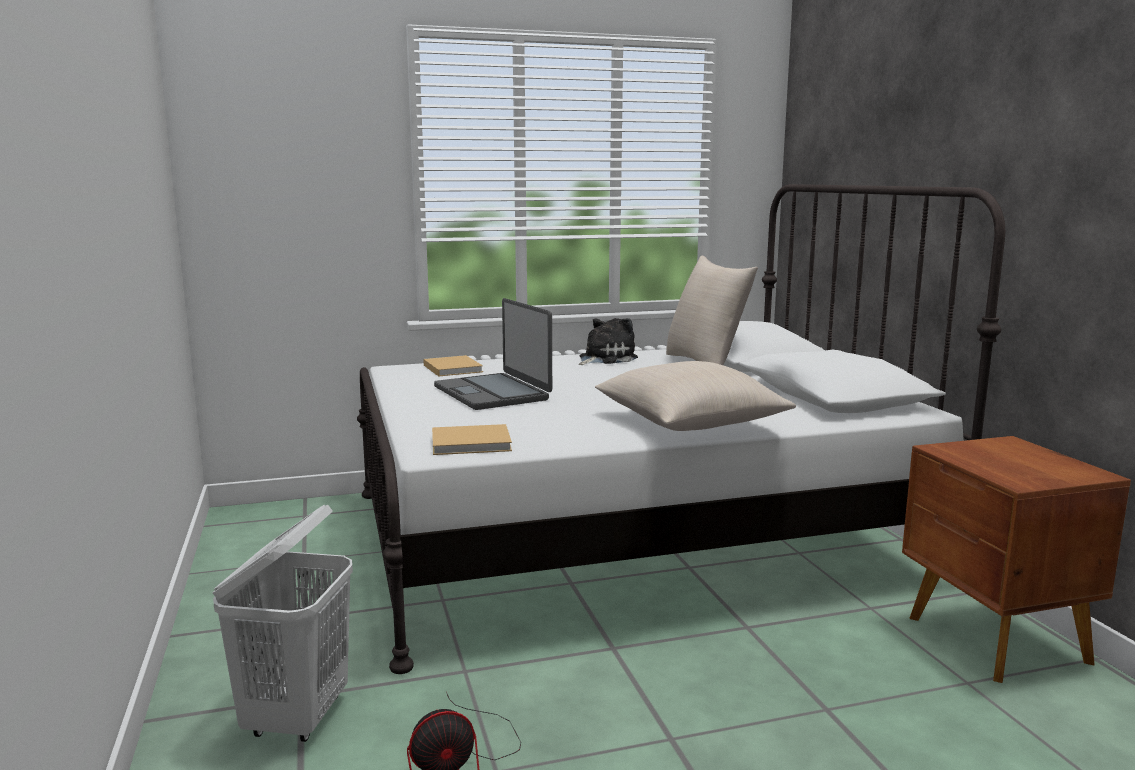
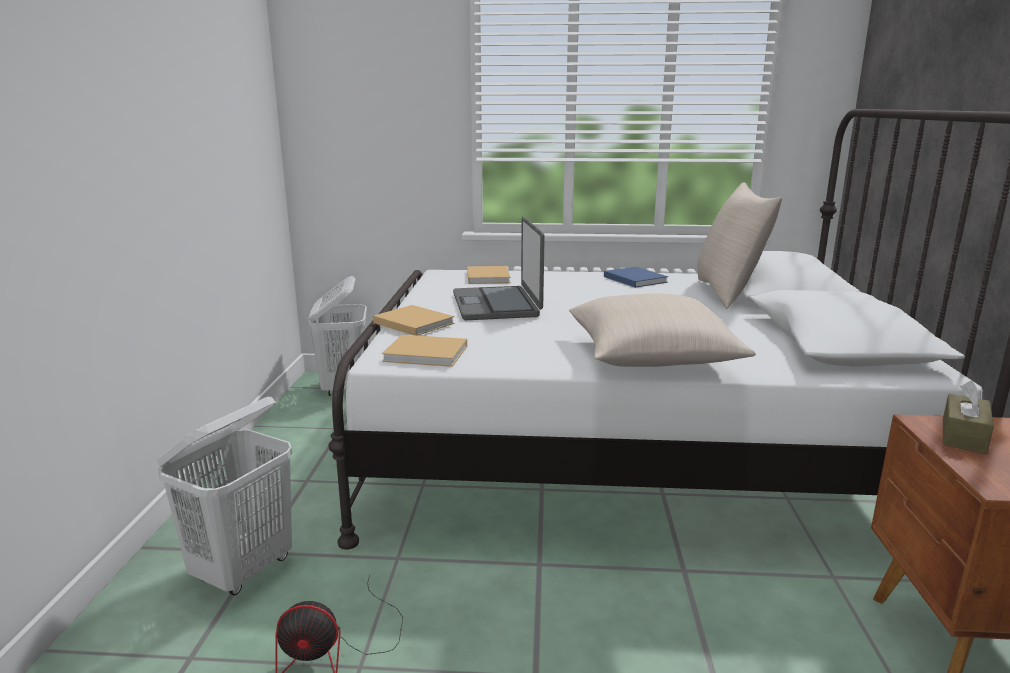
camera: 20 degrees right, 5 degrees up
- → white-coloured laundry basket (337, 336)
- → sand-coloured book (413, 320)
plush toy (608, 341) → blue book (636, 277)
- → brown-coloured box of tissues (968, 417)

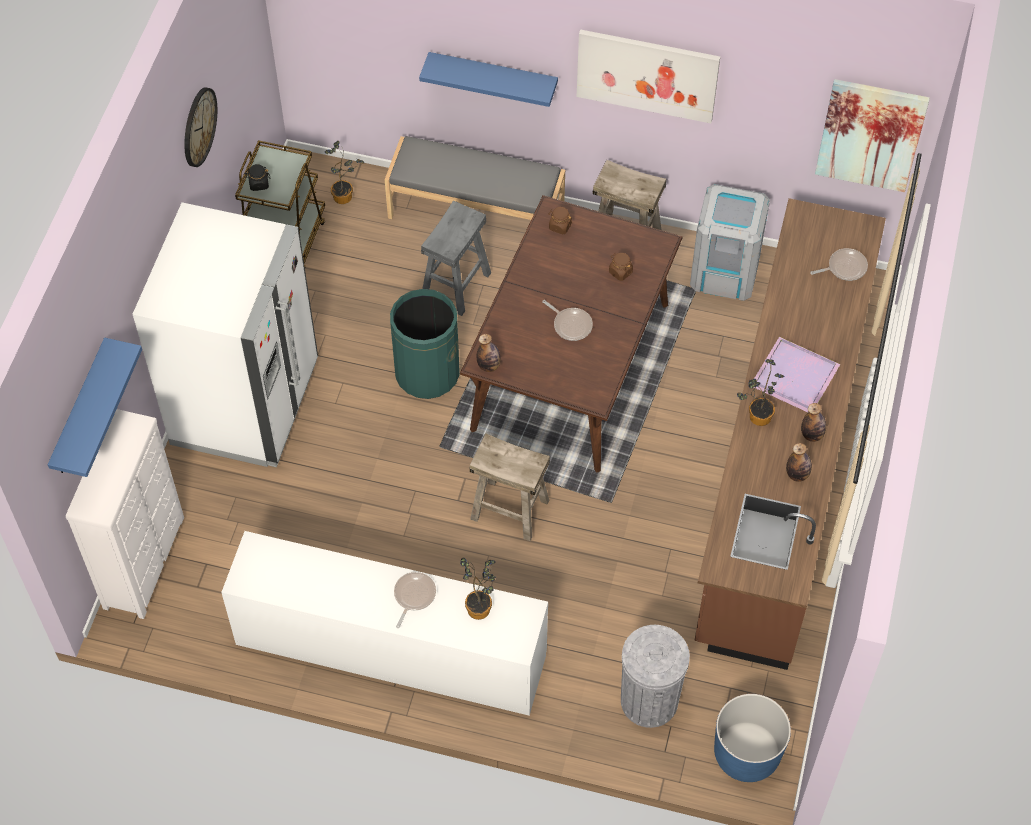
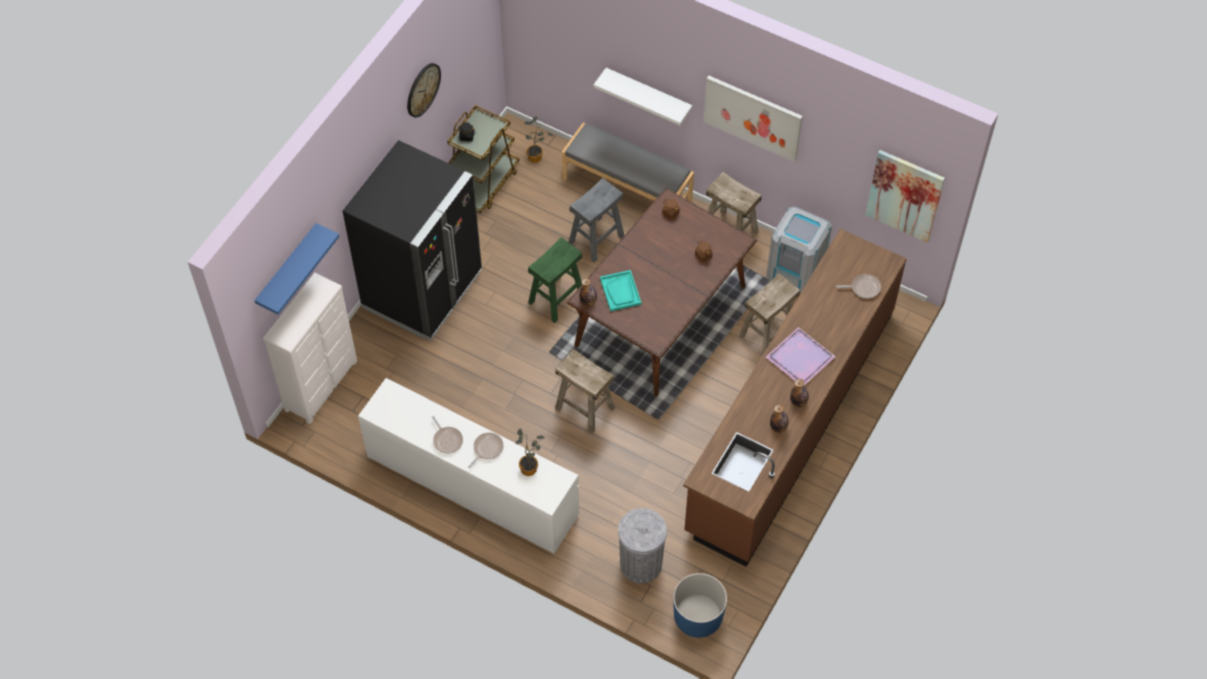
camera: 15 degrees right, 0 degrees up
white-coloured refrigerator (225, 334) → black refrigerator (412, 240)
frying pan (567, 320) → frying pan (447, 435), shifted
green-coloured waste bin (425, 344) → green-coloured sitting stool (555, 280)
blue bracket shelf (488, 79) → white-coloured bracket shelf (643, 96)
- → turquoise tray (620, 291)
- → sand-coloured sitting stool (769, 314)
potted plant (760, 392) → -

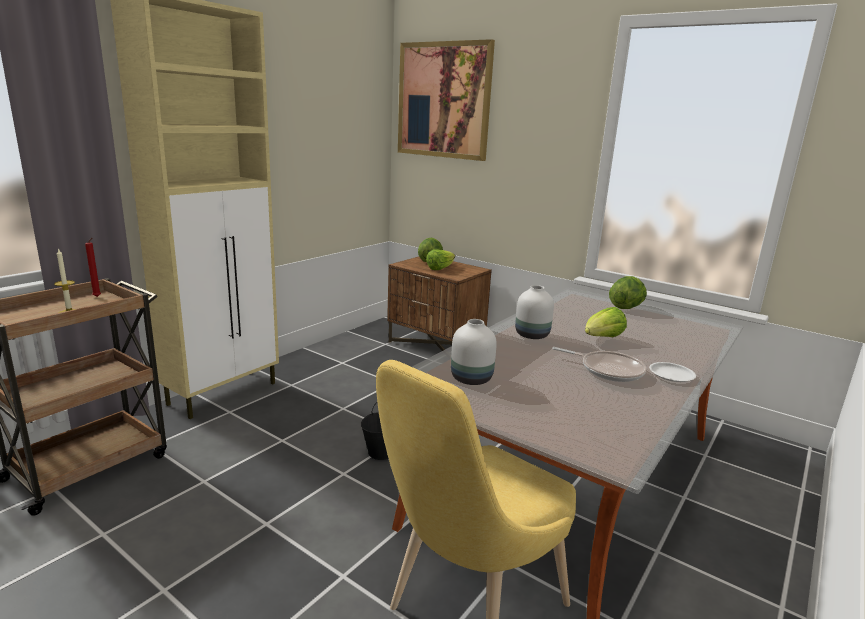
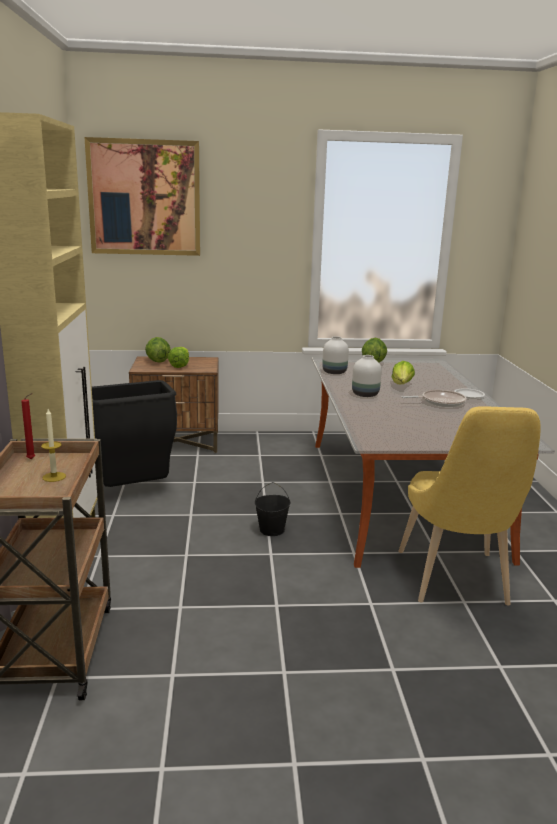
camera: 40 degrees left, 0 degrees up
- → black waste bin (134, 433)
white-coloured vase (474, 352) → white-coloured vase (335, 355), shifted

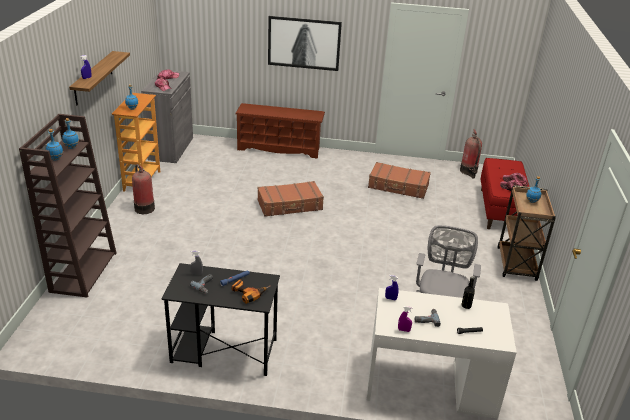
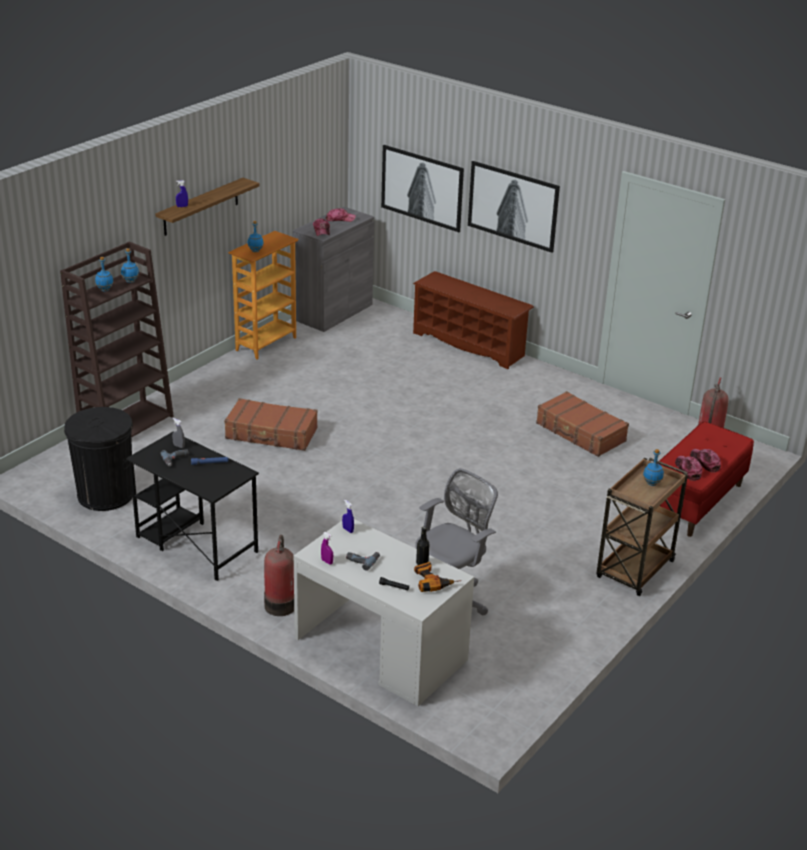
camera: 30 degrees right, 0 degrees up
- → black waste bin (98, 459)
brown-coloured piece of luggage (290, 199) → brown-coloured piece of luggage (271, 424), shifted
fire extinguisher (143, 189) → fire extinguisher (279, 575), shifted
- → wall picture (422, 188)
electric drill (251, 291) → electric drill (437, 577), shifted

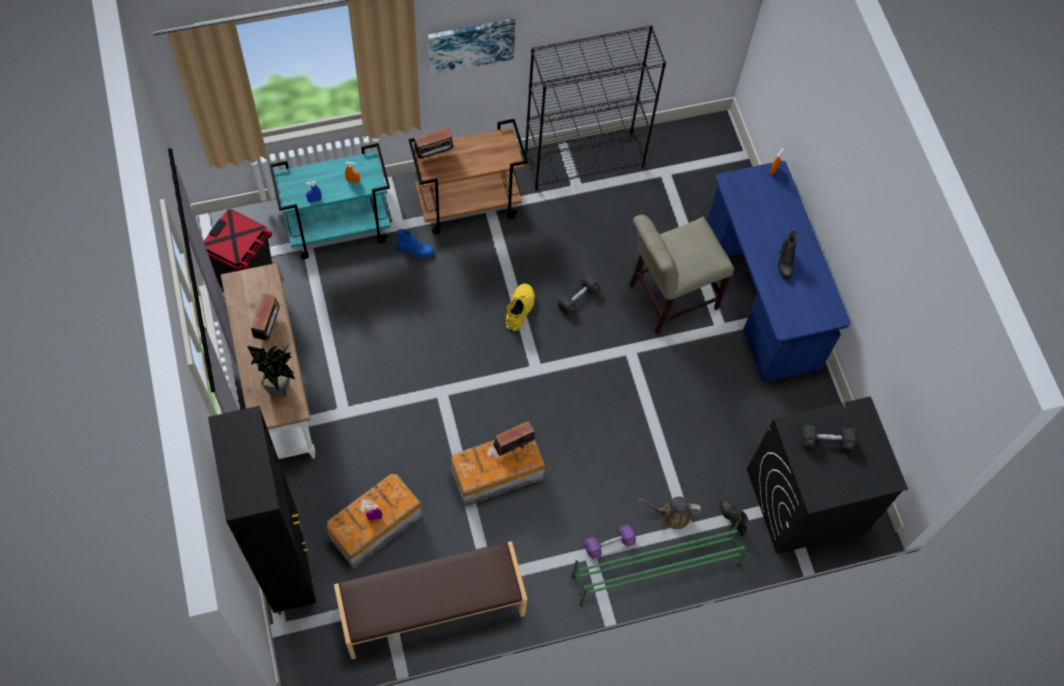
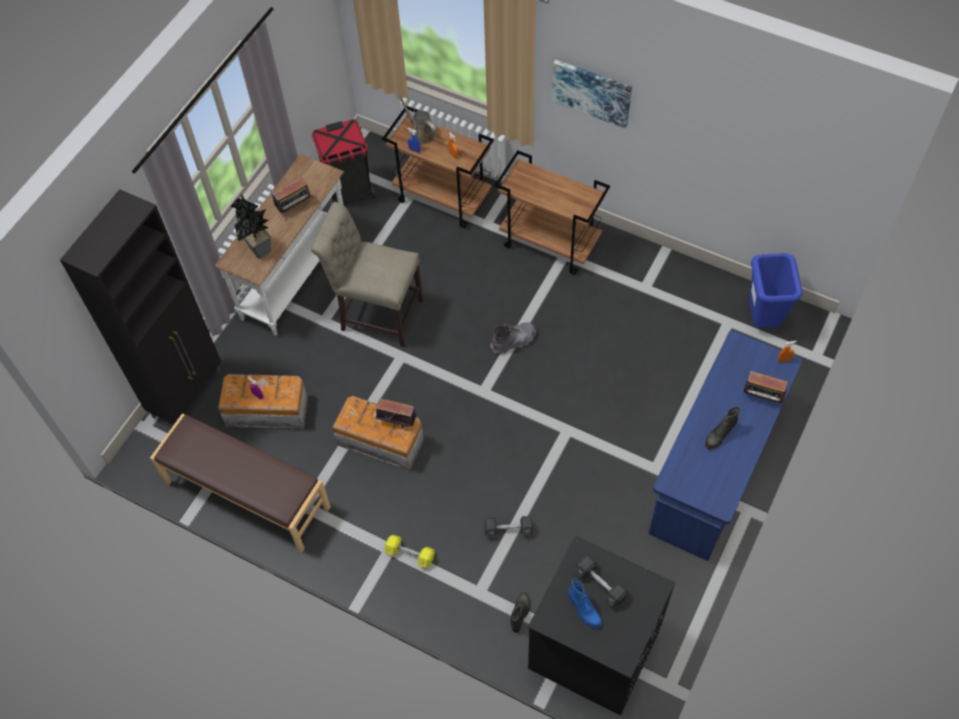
camera: 50 degrees right, 5 degrees down
sand-coloured chair (681, 274) → sand-coloured chair (367, 274), shifted
turquoise trolley (330, 201) → brown-coloured trolley (438, 167)
purplish hand weight (610, 542) → yellow-coloured hand weight (410, 551)
brown-coloured watering pot (670, 512) → brown-coloured watering pot (416, 118), shifted
black hand weight (578, 295) → black hand weight (508, 527), shifted
yellow-coloured tall boot (520, 307) → greyish tall boot (513, 338)
blue tall boot (415, 243) → blue tall boot (585, 603), shifted
radio set (434, 143) → radio set (766, 387), shifted
- → blue waste bin (775, 290)
black shelving unit (595, 107) → -
green-coloured shoe shelf (661, 563) → -

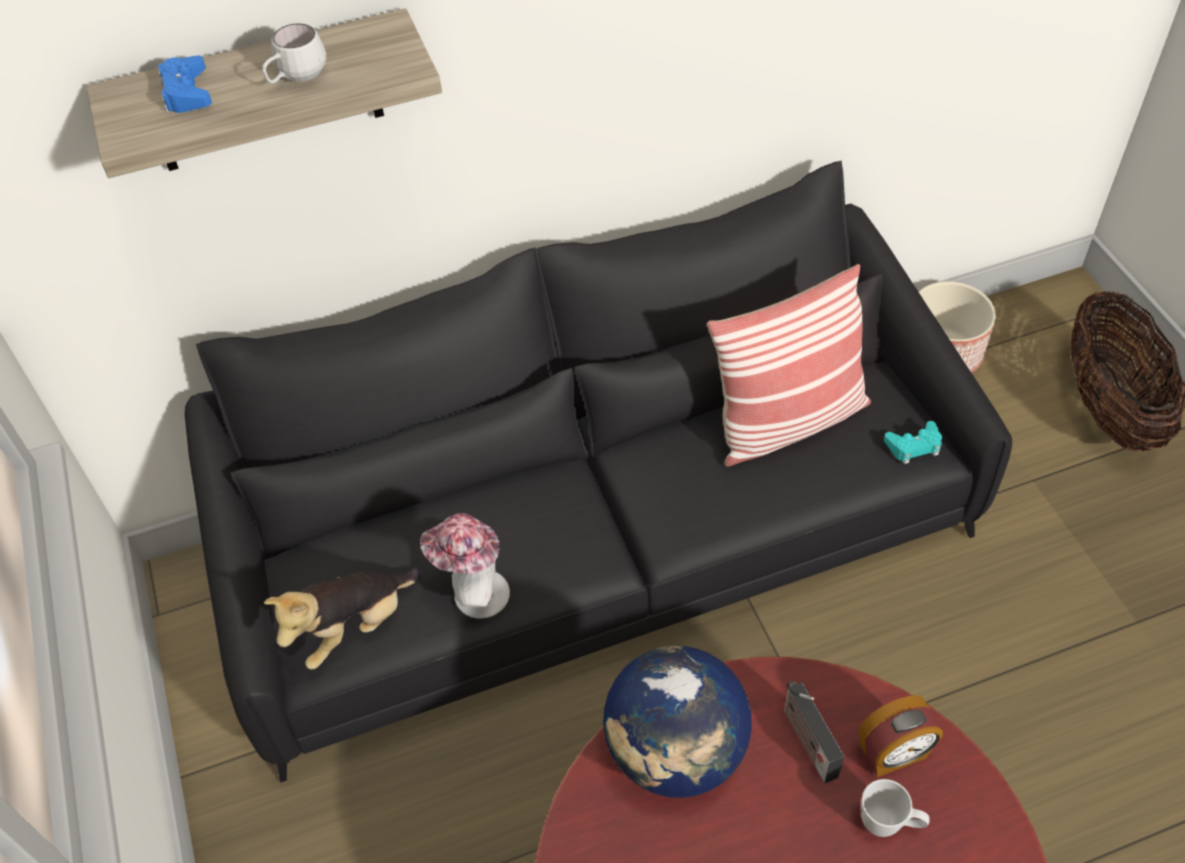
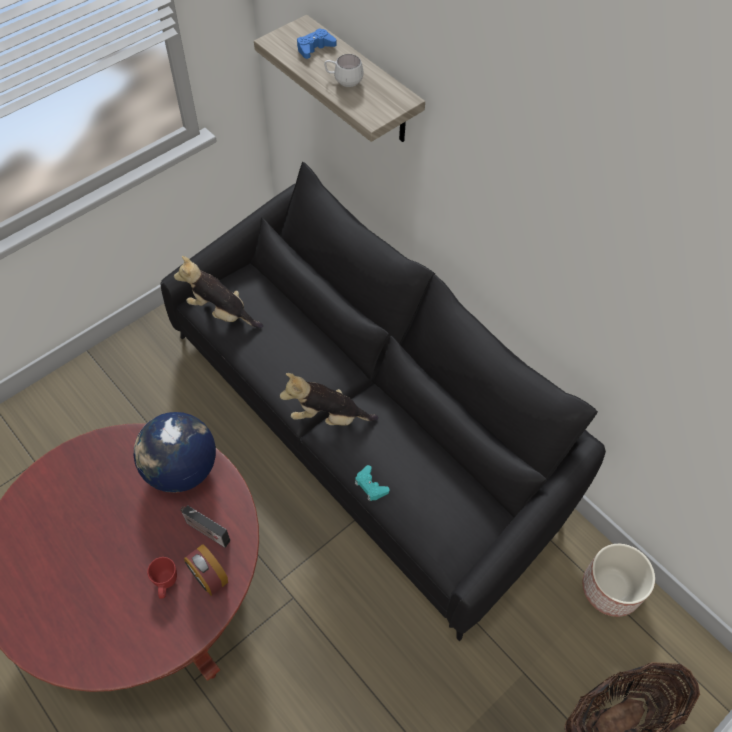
camera: 65 degrees right, 5 degrees up
white-coloured mug (895, 808) → red-coloured mug (162, 578)
radio set (814, 731) → radio set (205, 526), 105 degrees counterclockwise
- → plush toy (329, 399)
turquoise game controller (913, 442) → turquoise game controller (372, 483), shifted
wearable hat (465, 566) → -
pillow (789, 365) → -

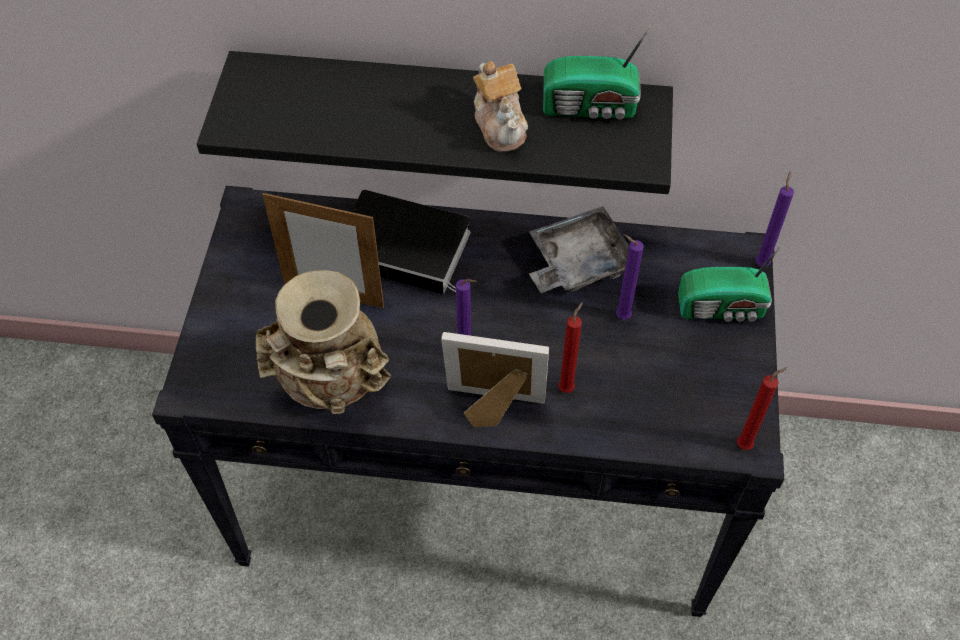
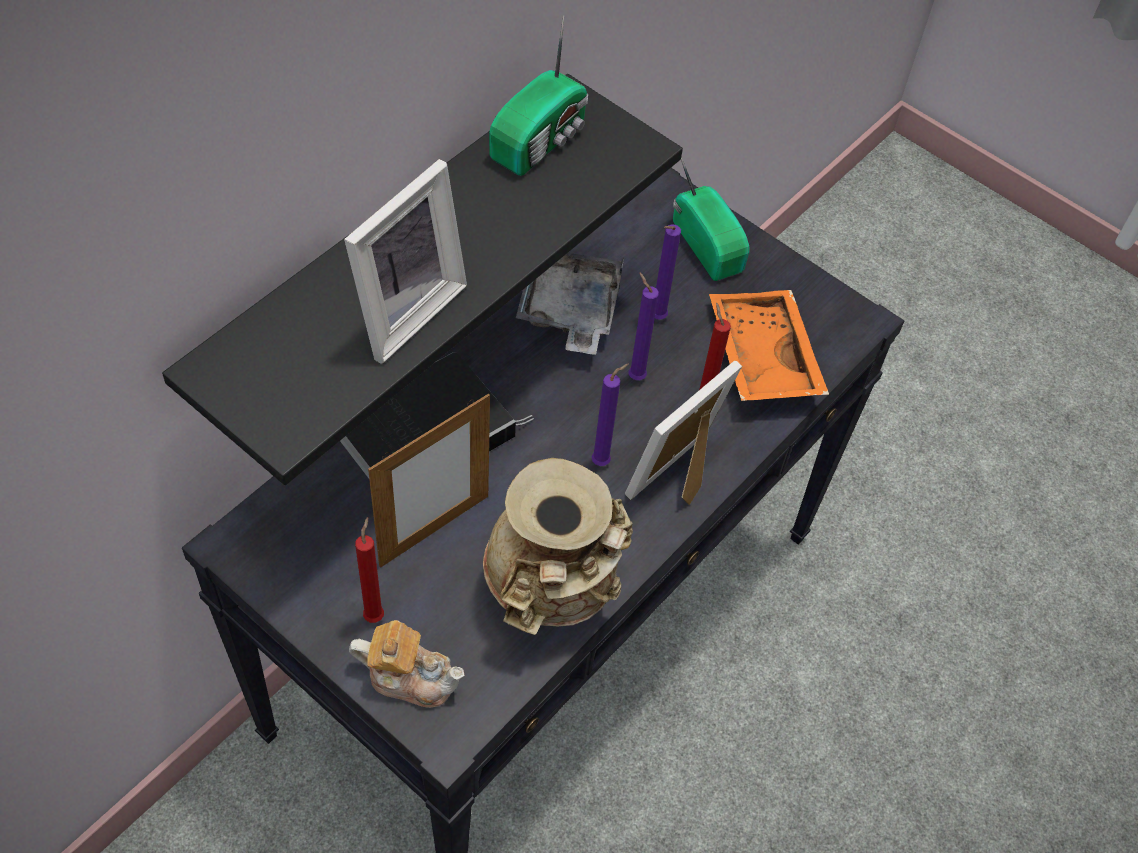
camera: 60 degrees left, 0 degrees up
- → photo frame (405, 261)
teapot (500, 106) → teapot (407, 664), shifted
red-coloured candle (762, 408) → red-coloured candle (369, 570), shifted
purplish candle (774, 219) → purplish candle (644, 326), shifted
radio set (731, 281) → radio set (711, 219), 60 degrees counterclockwise
- → orangey tray (769, 345)

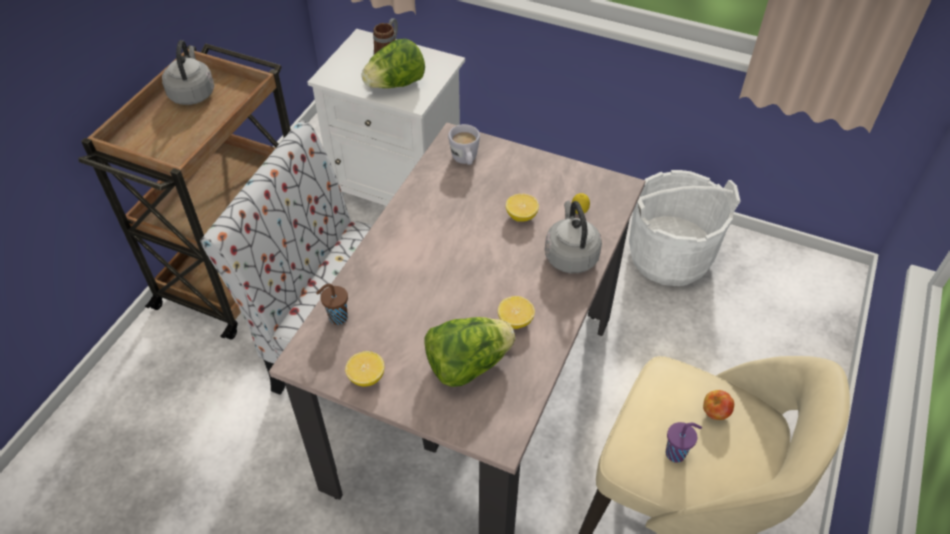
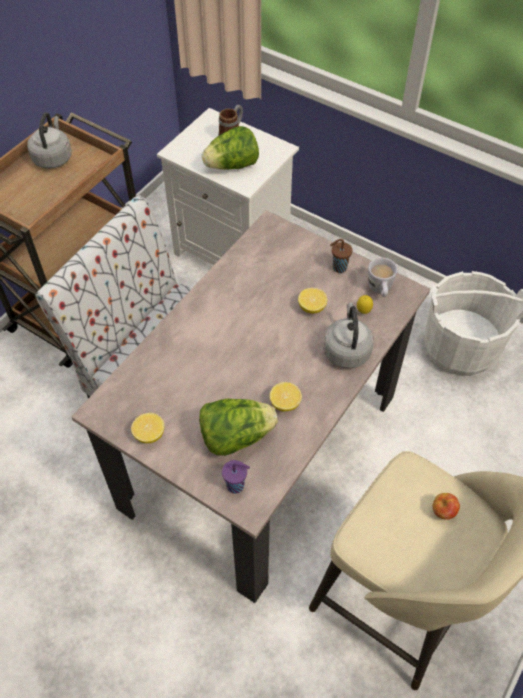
camera: 10 degrees right, 5 degrees up
purplish cup (684, 442) → purplish cup (236, 477), shifted
brown-coloured cup (332, 304) → brown-coloured cup (341, 256), shifted
white-coloured mug (464, 144) → white-coloured mug (383, 277), shifted

